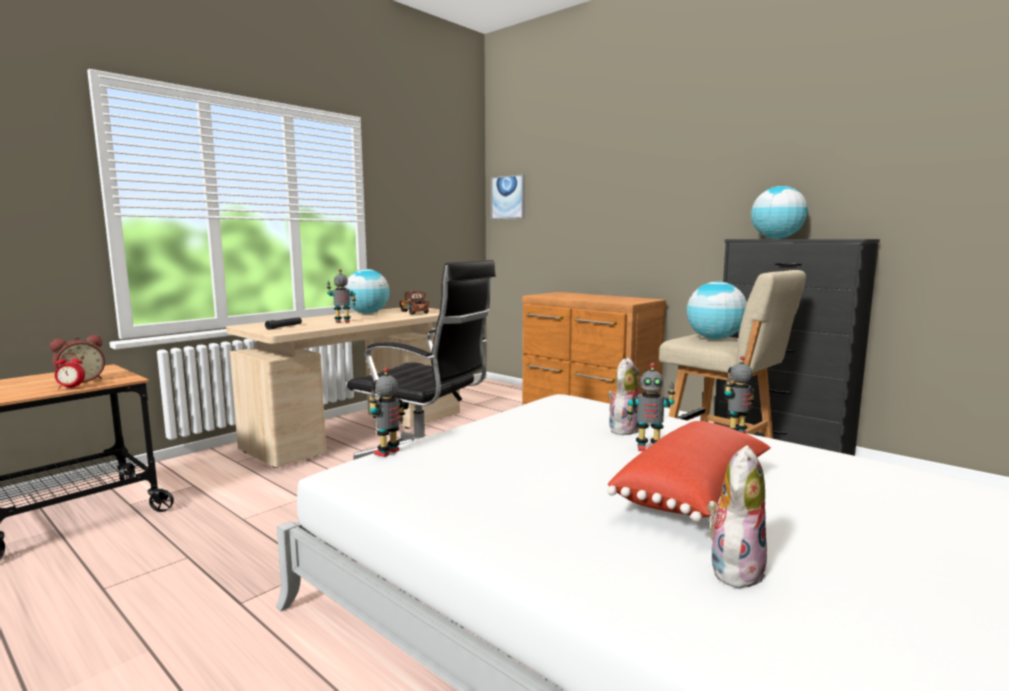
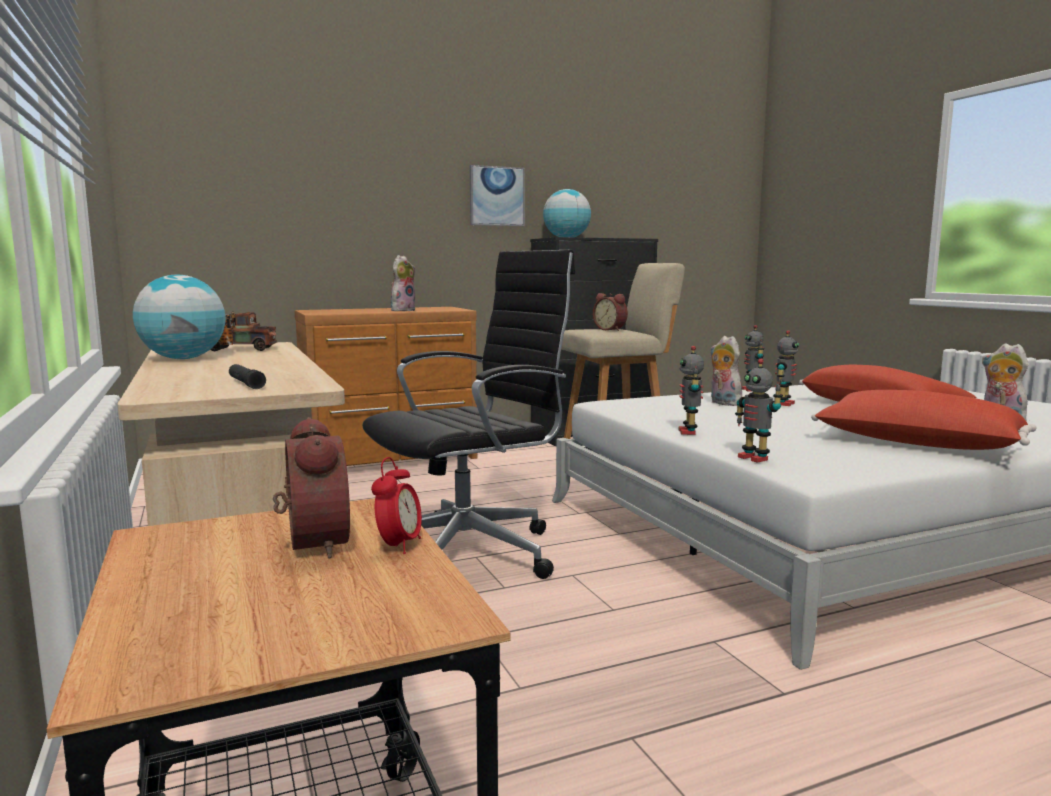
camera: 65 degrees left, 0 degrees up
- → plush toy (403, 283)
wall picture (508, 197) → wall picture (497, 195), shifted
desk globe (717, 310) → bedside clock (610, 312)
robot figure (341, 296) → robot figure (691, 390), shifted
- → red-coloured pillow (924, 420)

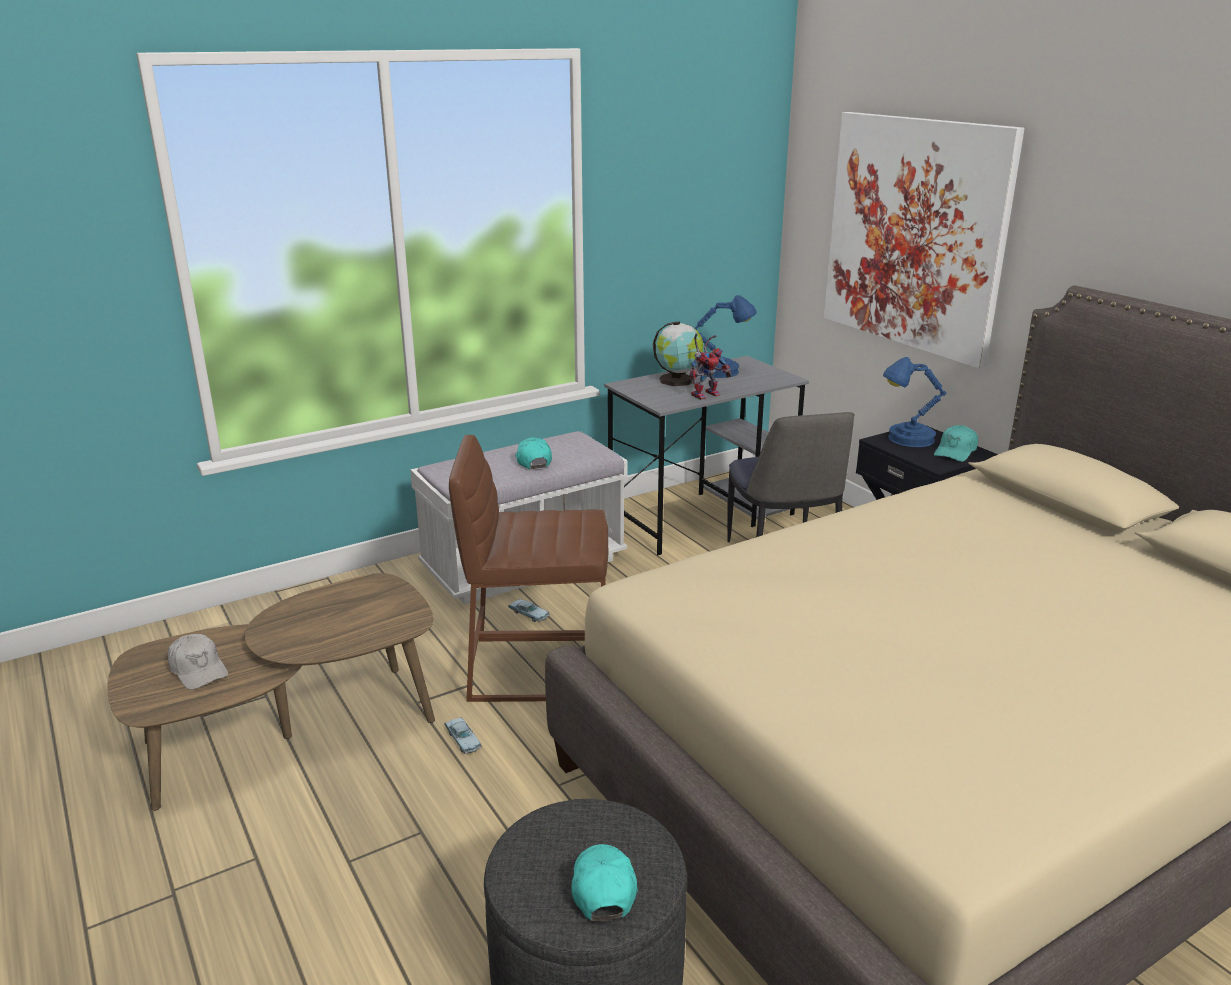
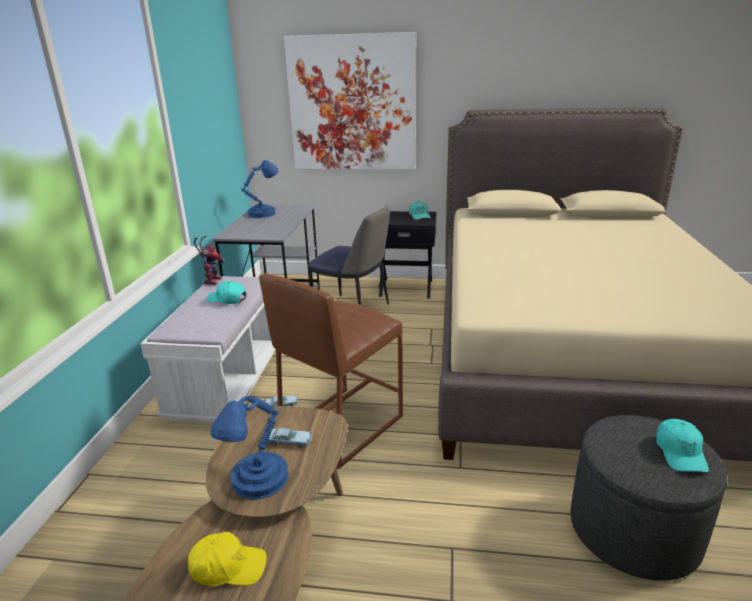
camera: 50 degrees left, 0 degrees up
white-coloured cap (198, 662) → yellow-coloured cap (227, 559)
robot figure (711, 366) → robot figure (209, 260), shifted
blue lamp for a table (914, 402) → blue lamp for a table (250, 447), shifted
blue model car (463, 735) → blue model car (289, 438), shifted
turquoise cap (604, 883) → turquoise cap (682, 445), 120 degrees counterclockwise
desk globe (678, 354) → -

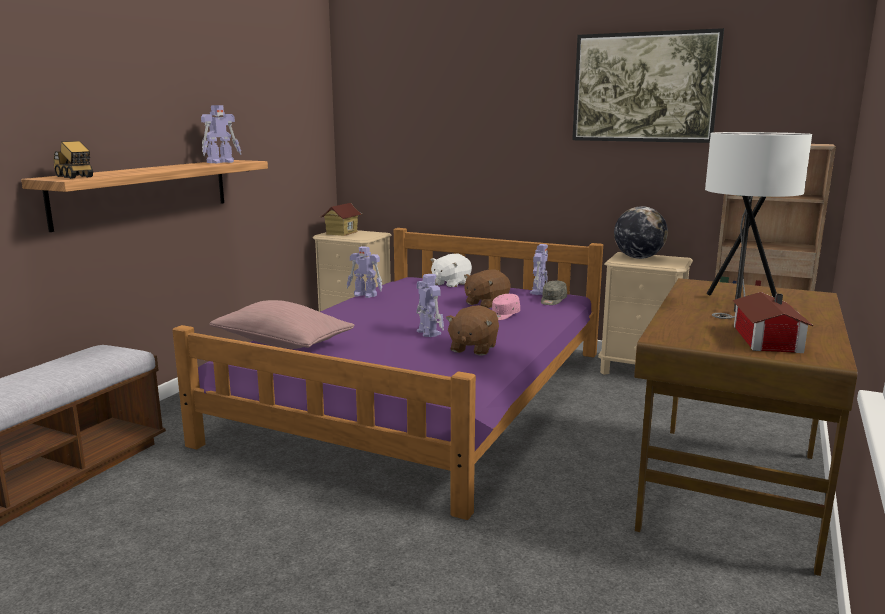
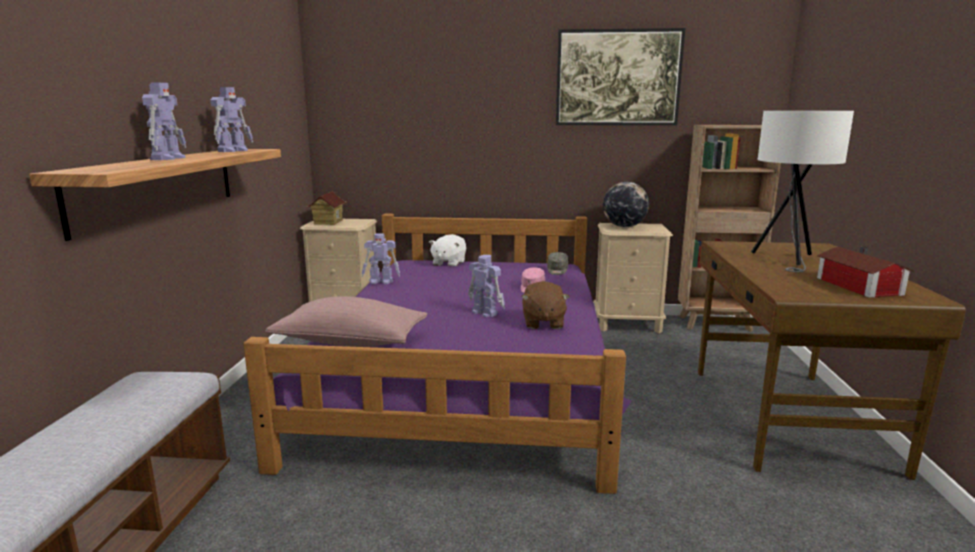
camera: 20 degrees left, 0 degrees up
robot figure (539, 269) → robot figure (164, 121), shifted
toy lorry (73, 160) → -
brown-coloured plush toy (487, 289) → -

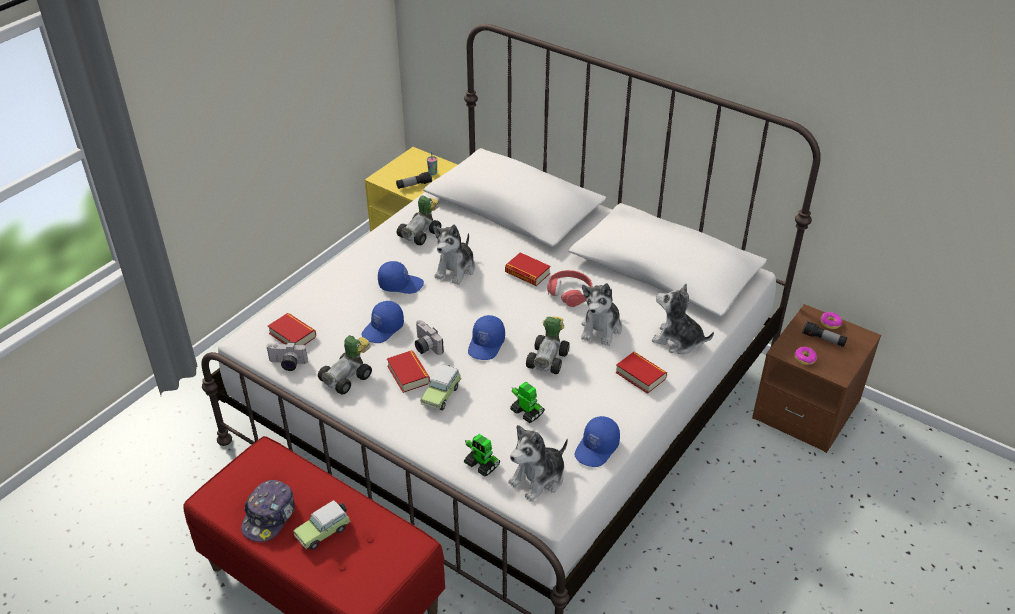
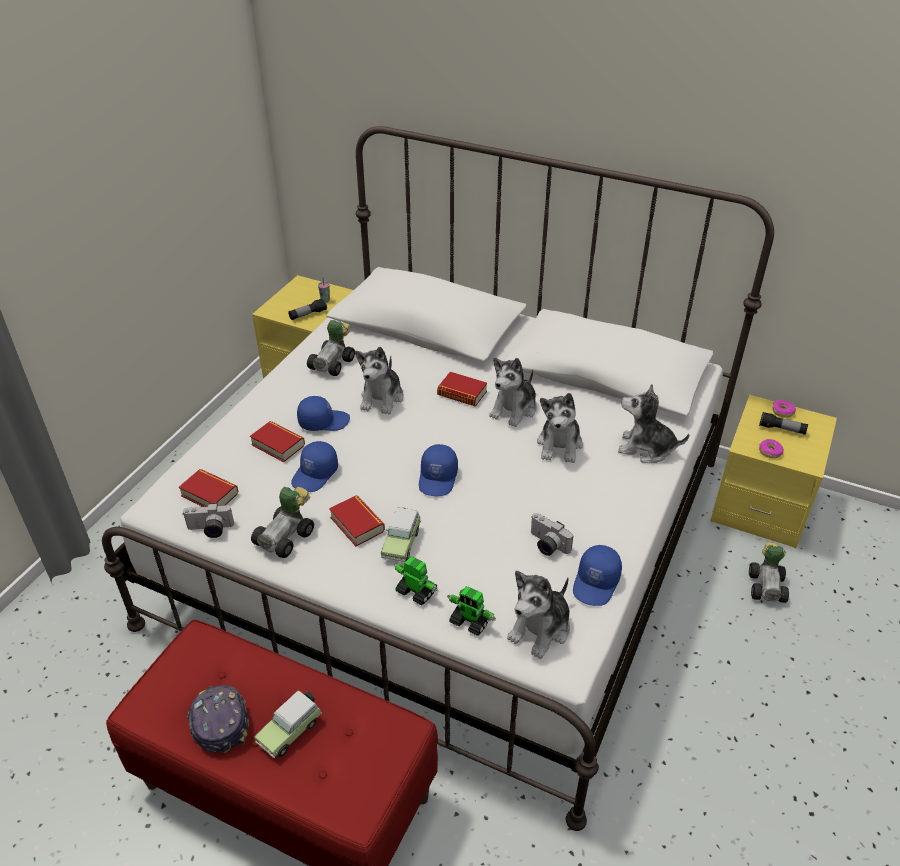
camera: 10 degrees left, 0 degrees up
cap (268, 511) → cap (218, 719), 150 degrees clockwise
book (641, 373) → book (277, 441), shifted
robot figure (527, 402) → robot figure (416, 580), shifted
red-coloured pair of headphones (570, 288) → plush toy (513, 392)
still camera (429, 337) → still camera (552, 534), shifted
brown-coloured nightstand (816, 378) → yellow-coloured nightstand (773, 471)
model car (548, 345) → model car (769, 573), shifted

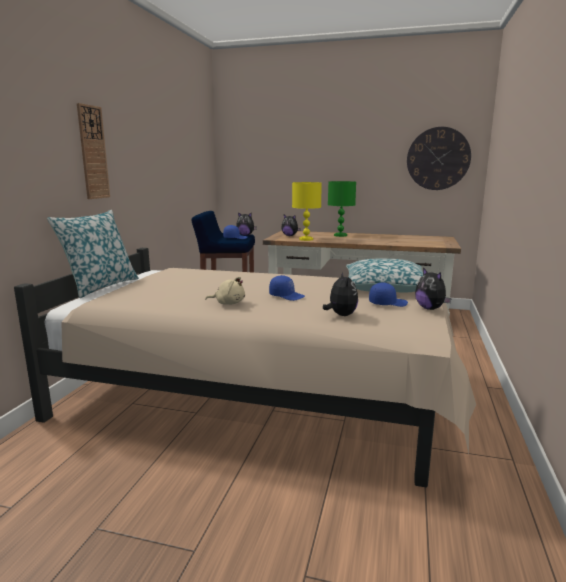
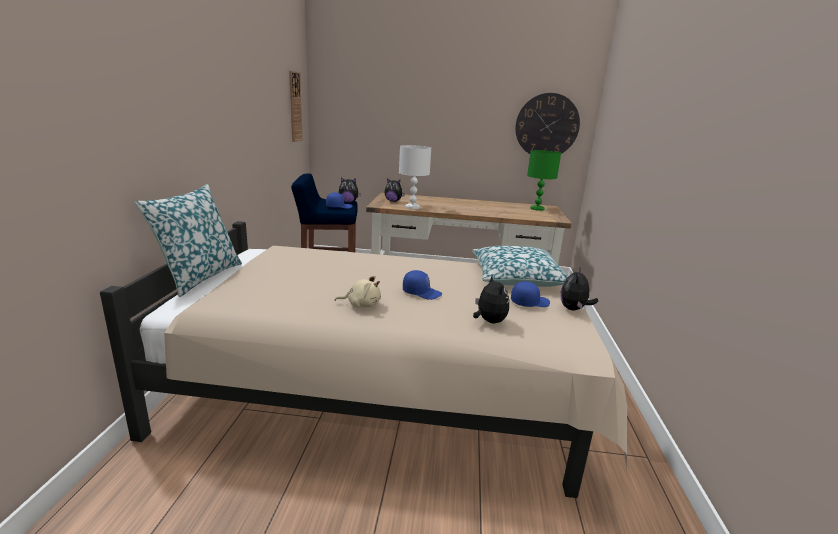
camera: 10 degrees left, 5 degrees up
wall clock (93, 151) → wall clock (296, 106), shifted
yellow-coloured lamp for a table (307, 211) → white-coloured lamp for a table (415, 177)
green-coloured lamp for a table (342, 209) → green-coloured lamp for a table (544, 180), shifted
plush toy (433, 289) → plush toy (579, 290), 60 degrees clockwise

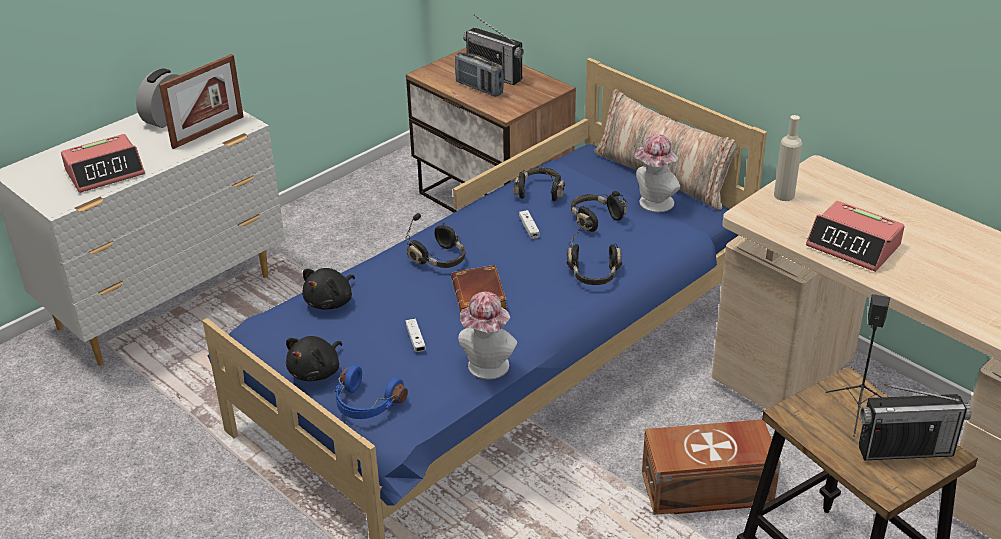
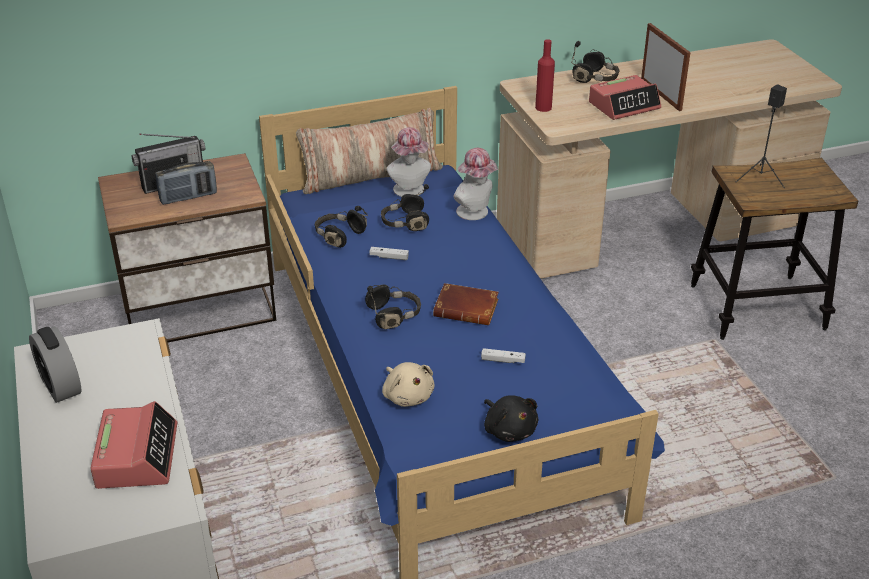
camera: 65 degrees left, 0 degrees up
black plush toy (328, 289) → sand-coloured plush toy (408, 384)
wearable hat (487, 336) → wearable hat (476, 184), shifted
sand-coloured drink bottle (788, 158) → red-coloured drink bottle (545, 75)
black pair of headphones (594, 253) → black pair of headphones (595, 62), shifted
photo frame (201, 101) → photo frame (665, 67), shifted
blue pair of headphones (371, 392) → -
brown-coloured storage container (711, 467) → -
radio set (915, 422) → -

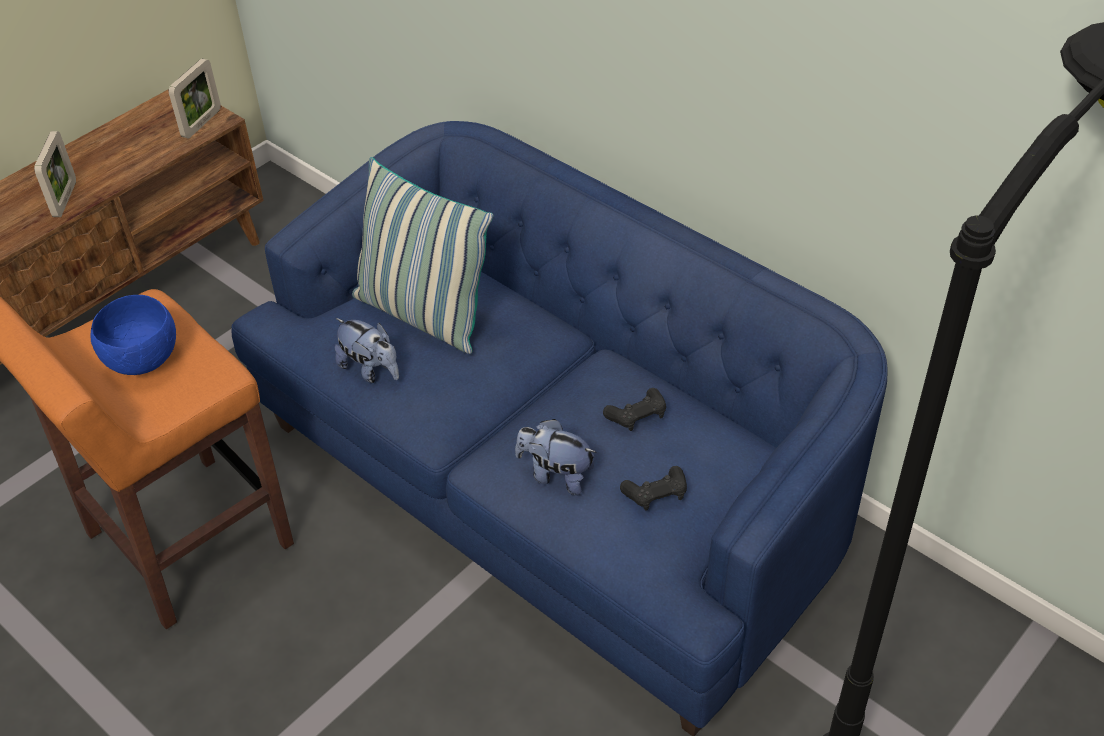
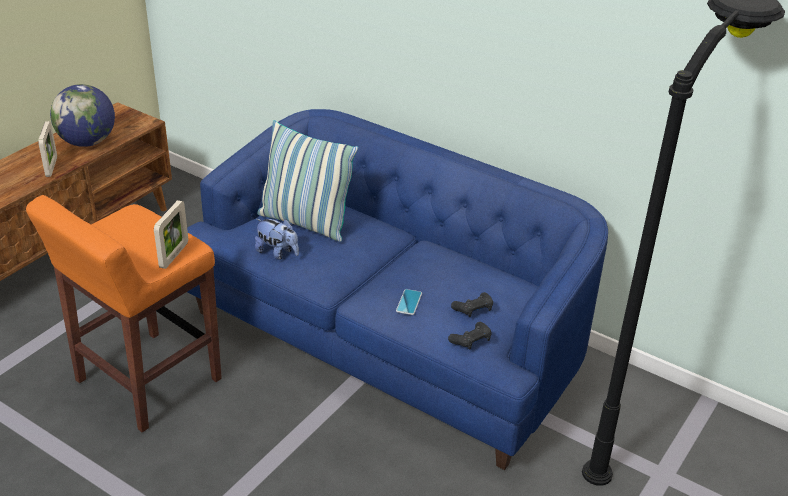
camera: 10 degrees left, 10 degrees down
- → desk globe (82, 115)
photo frame (195, 98) → photo frame (171, 234), shifted
plush toy (556, 457) → phone (409, 302)
black game controller (634, 409) → black game controller (470, 336), shifted
blue bowl (133, 335) → -

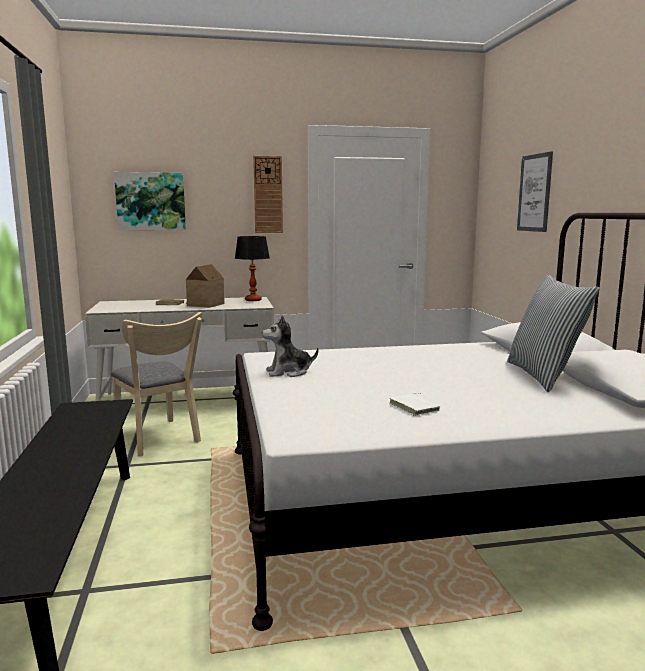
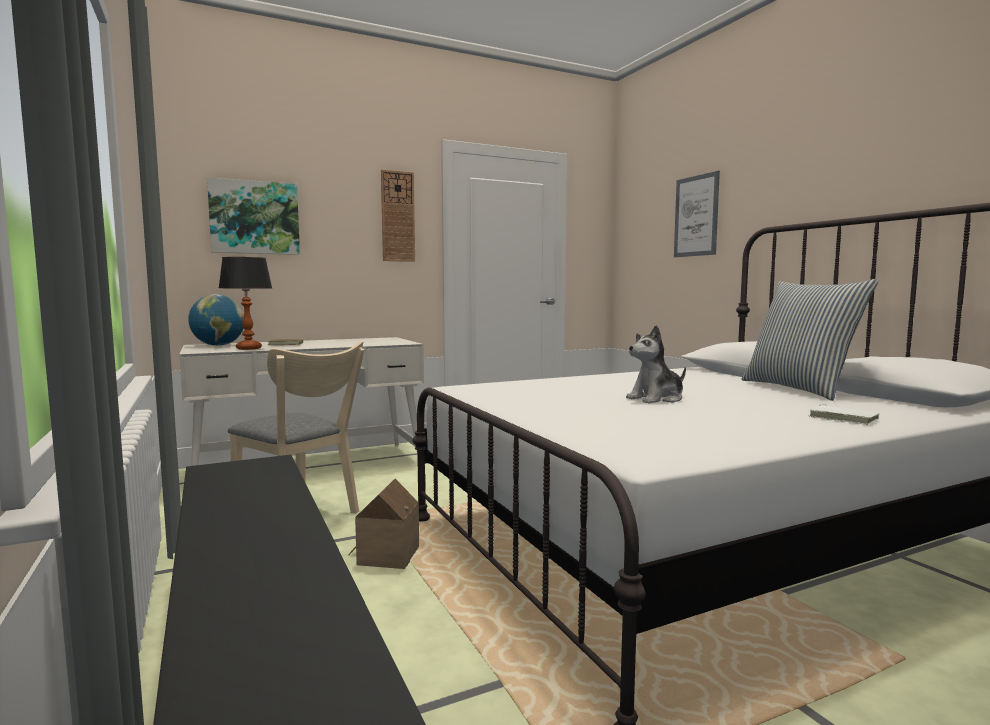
camera: 15 degrees left, 5 degrees down
- → desk globe (216, 320)
lamp for a table (252, 268) → lamp for a table (245, 303), shifted
model house (205, 286) → model house (383, 524), shifted
plush toy (290, 346) → plush toy (656, 364), shifted
white-coloured book (415, 404) → white-coloured book (844, 414), shifted

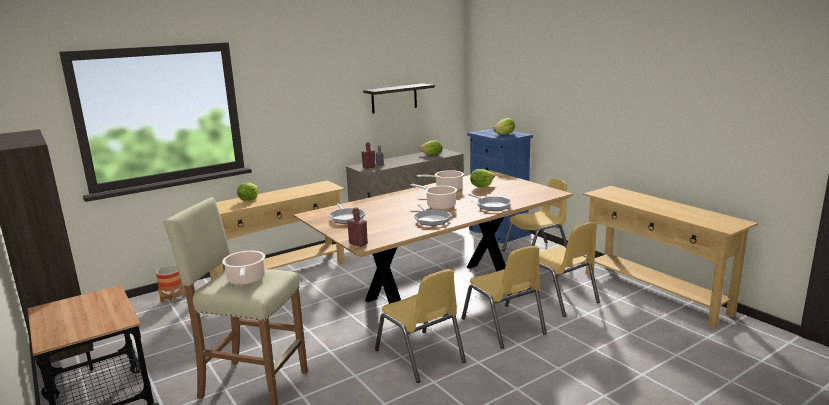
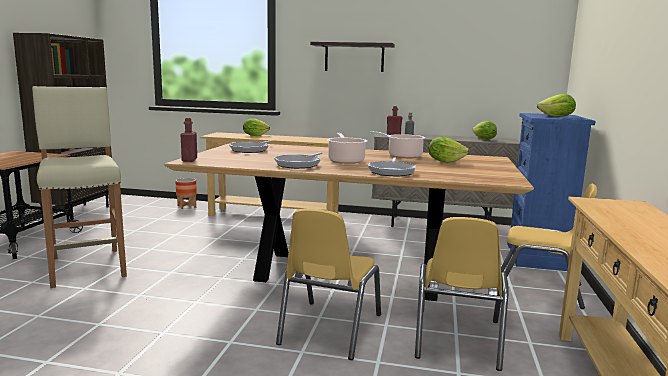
camera: 45 degrees right, 5 degrees down
bracket shelf (399, 98) → bracket shelf (352, 57), shifted
stockpot (243, 268) → -
yellow-coloured chair (420, 326) → -

